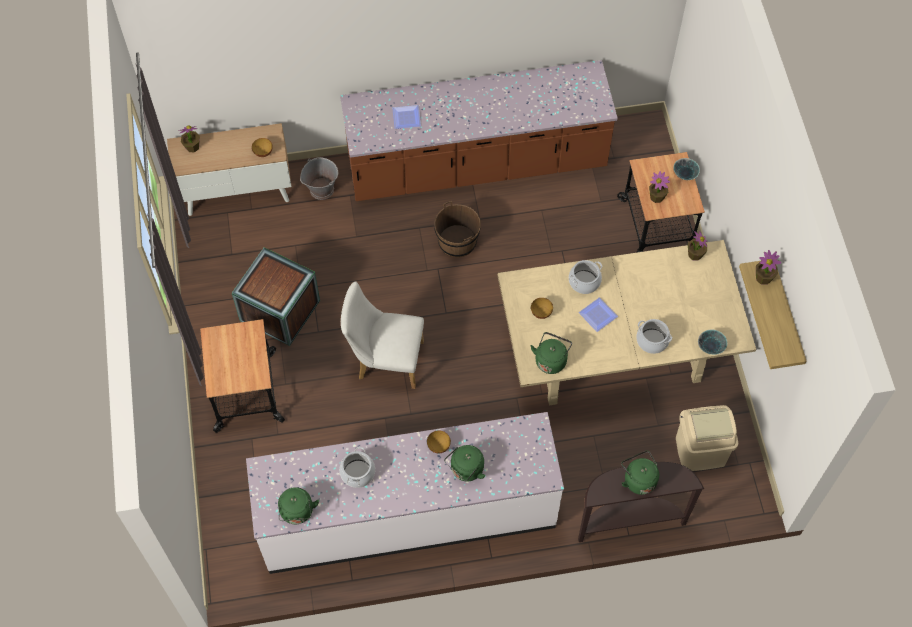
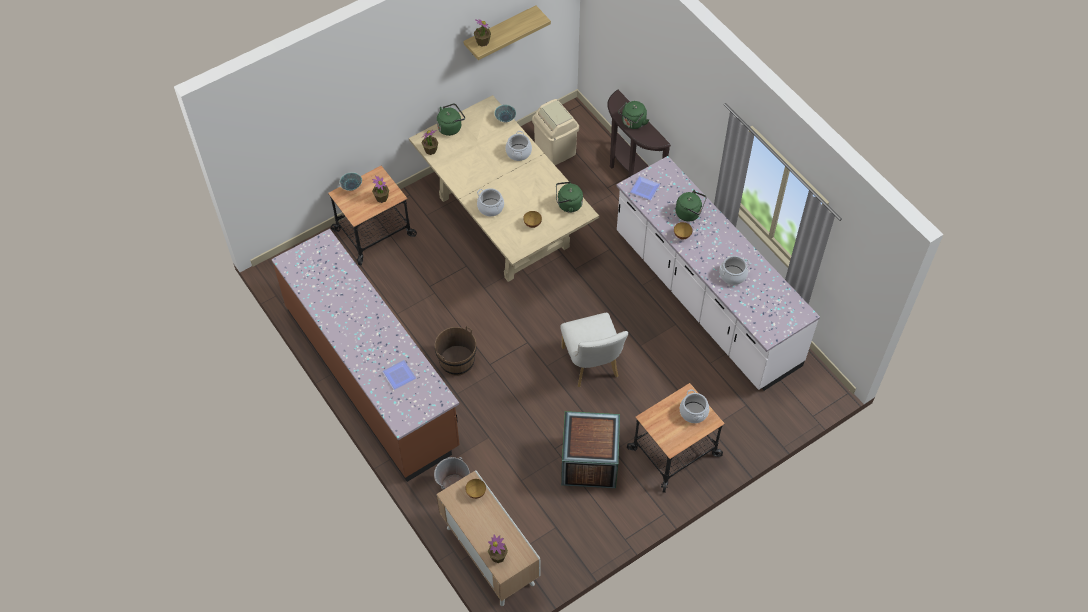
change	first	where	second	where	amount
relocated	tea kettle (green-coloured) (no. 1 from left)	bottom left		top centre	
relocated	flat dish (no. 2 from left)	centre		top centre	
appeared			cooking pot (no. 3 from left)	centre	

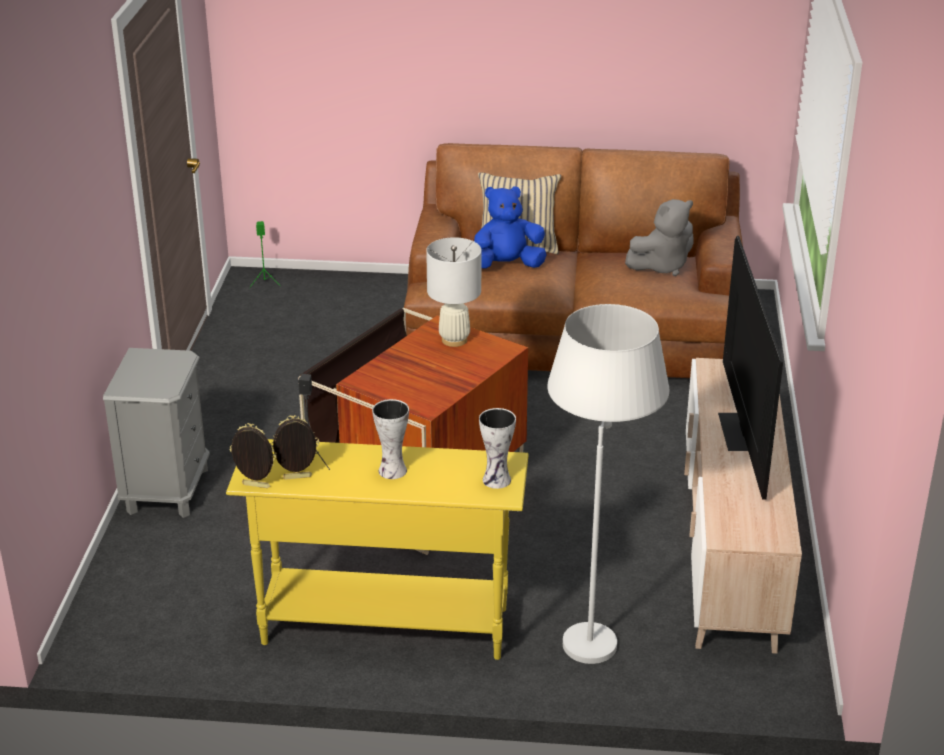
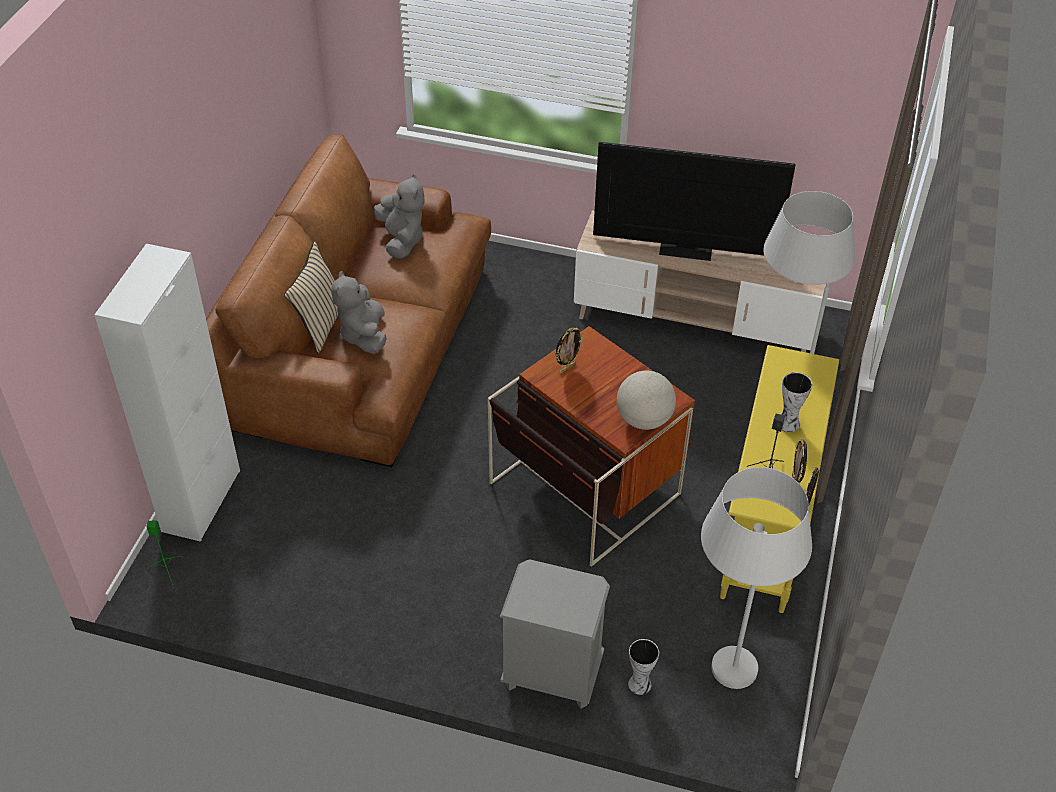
change	first	where	second	where	amount
exchanged	table lamp (white)	centre	picture frame (no. 1 from left)	centre	
colour	cuddly toy (blue)	top centre	cuddly toy (gray) (no. 1 from left)	centre	
relocated	vase (no. 2 from left in the first image)	centre	vase (no. 1 from left)	bottom centre	
appeared			storage cabinet (white)	middle left	
appeared			world globe	centre	
appeared			standard lamp (white) (no. 1 from left)	bottom right	

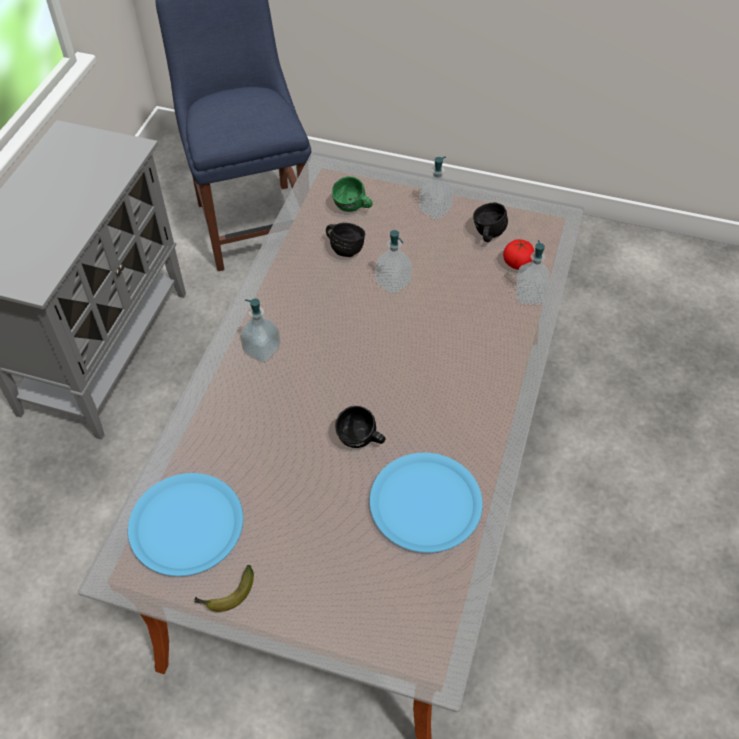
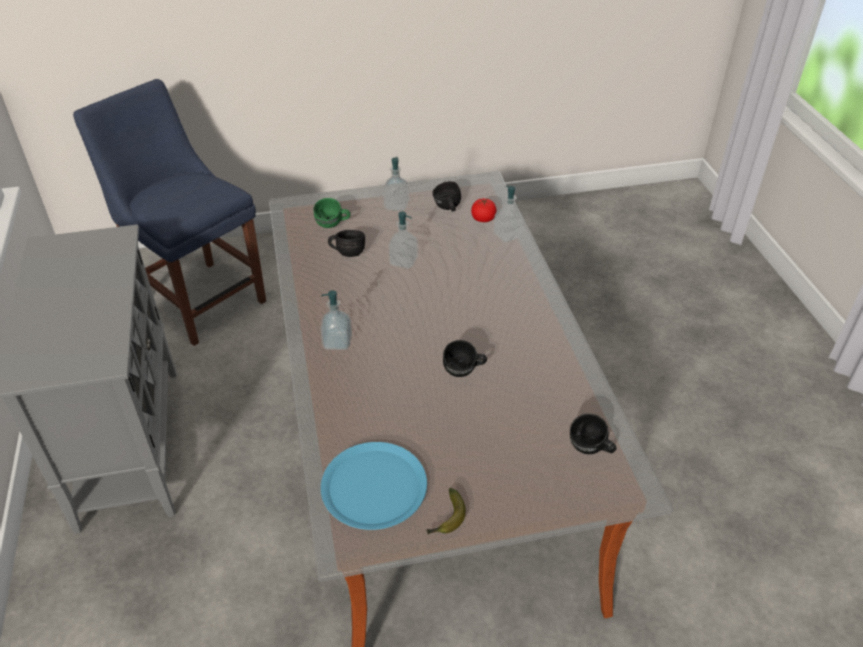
change	first	where	second	where	amount
missing	flat dish (blue) (no. 2 from left)	bottom centre			
appeared			tea mug (blackish) (no. 4 from left)	bottom right	

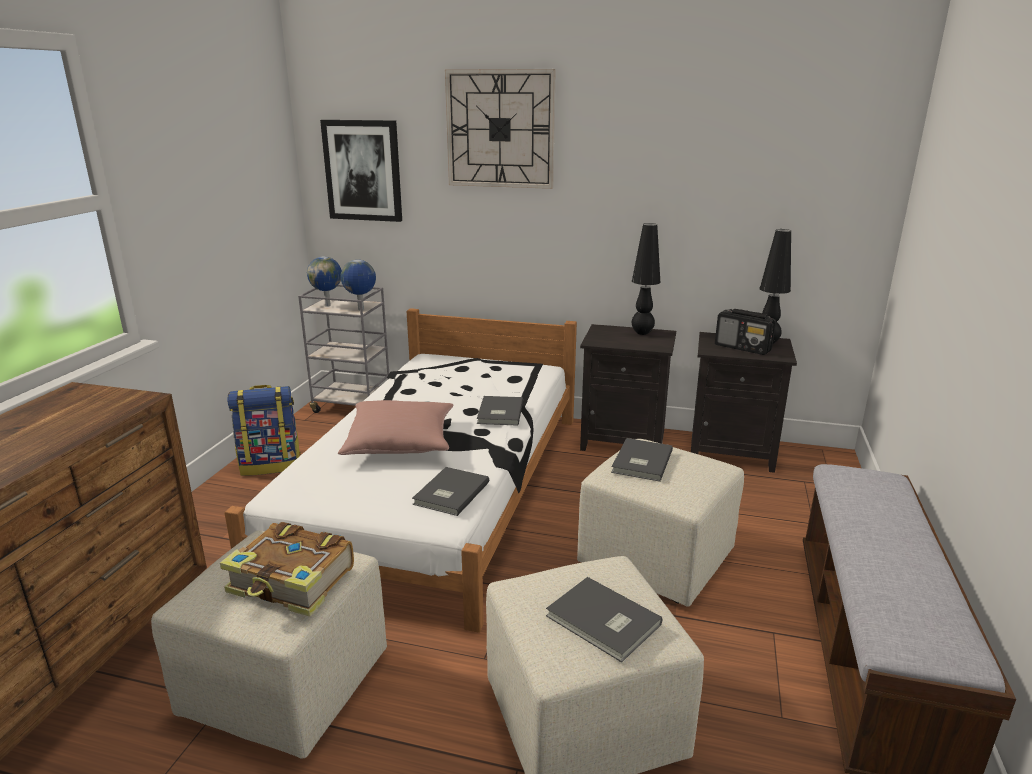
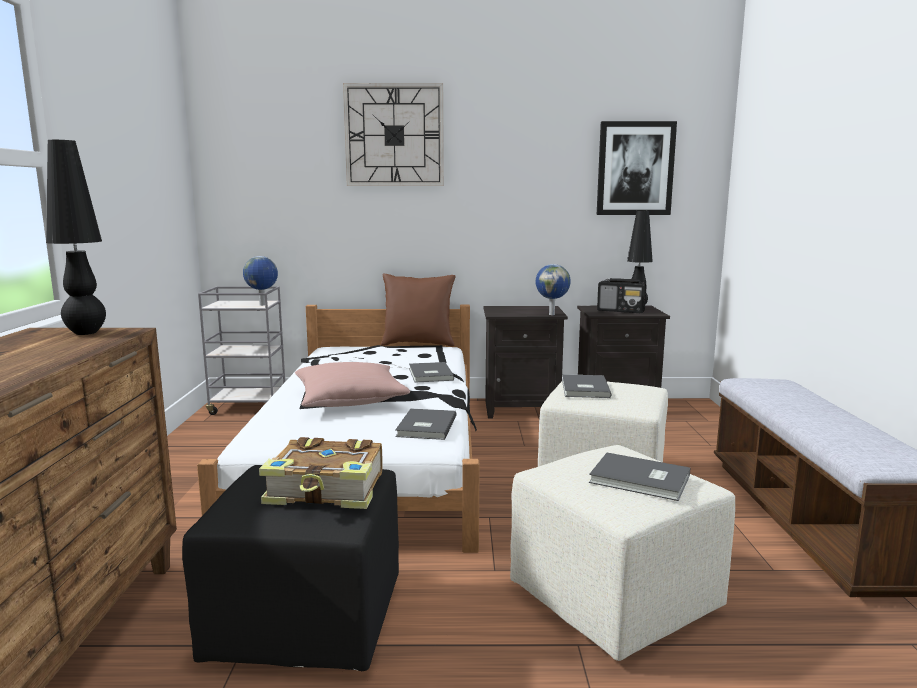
change	first	where	second	where	amount
colour	footrest (beige-coloured) (no. 1 from left)	bottom left	footrest (blackish)	bottom left	
missing	knapsack	middle left			
relocated	world globe (no. 1 from left in the first image)	middle left	world globe (no. 2 from left)	centre	
relocated	wall art	top centre		top right	
relocated	table lamp (blackish) (no. 1 from left)	centre		middle left	
appeared			pillow (brown)	centre	

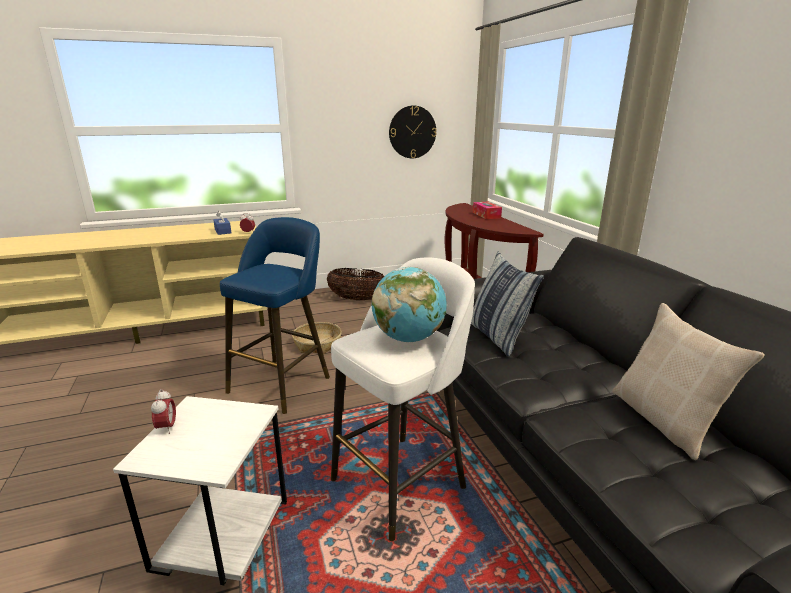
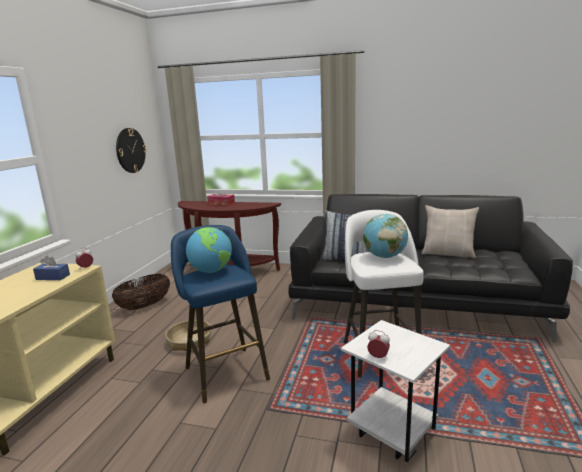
change	first	where	second	where	amount
appeared			world globe (no. 1 from left)	centre	

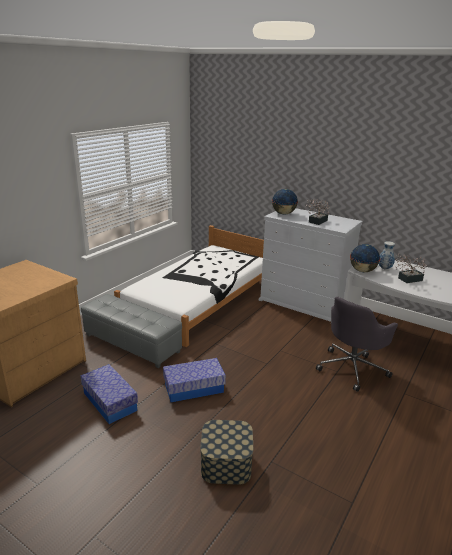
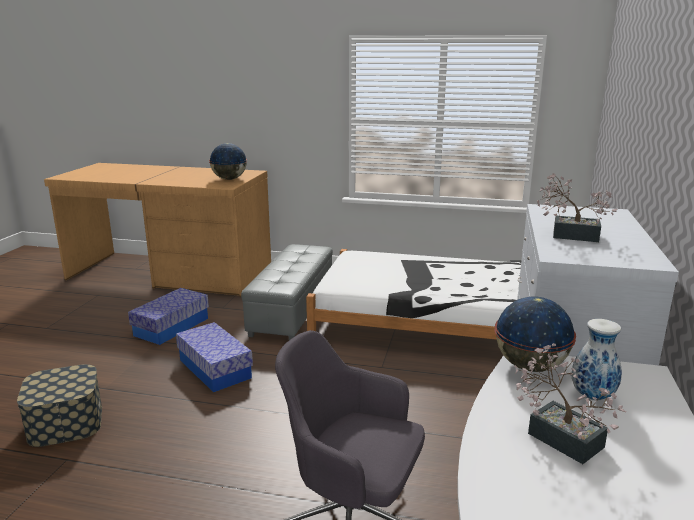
change	first	where	second	where	amount
relocated	world globe (no. 1 from left)	centre		top left	

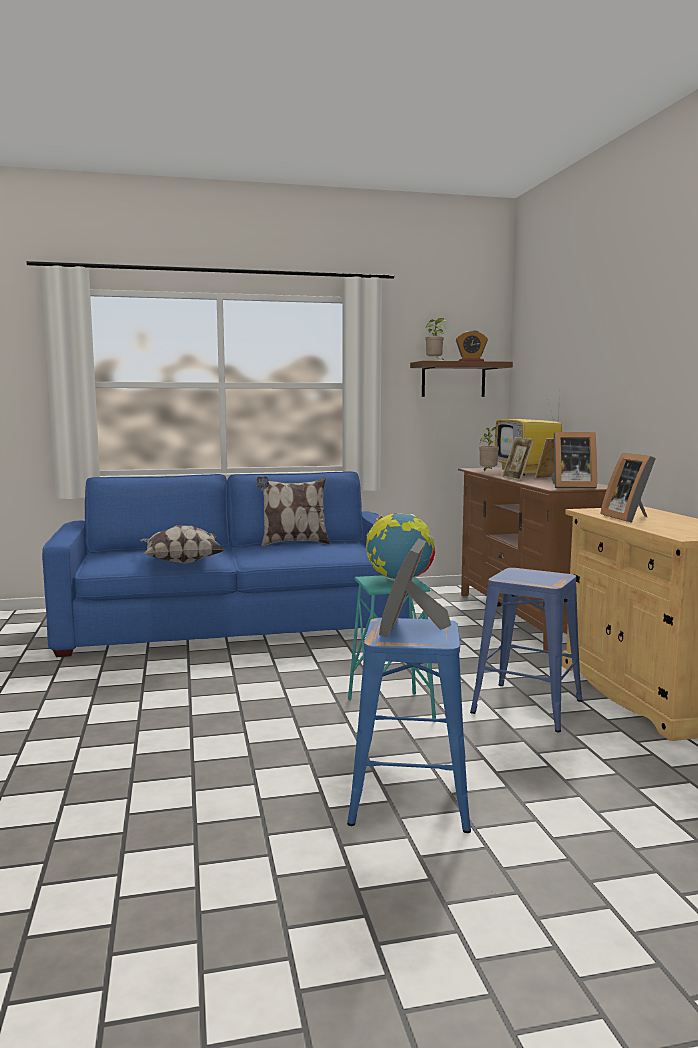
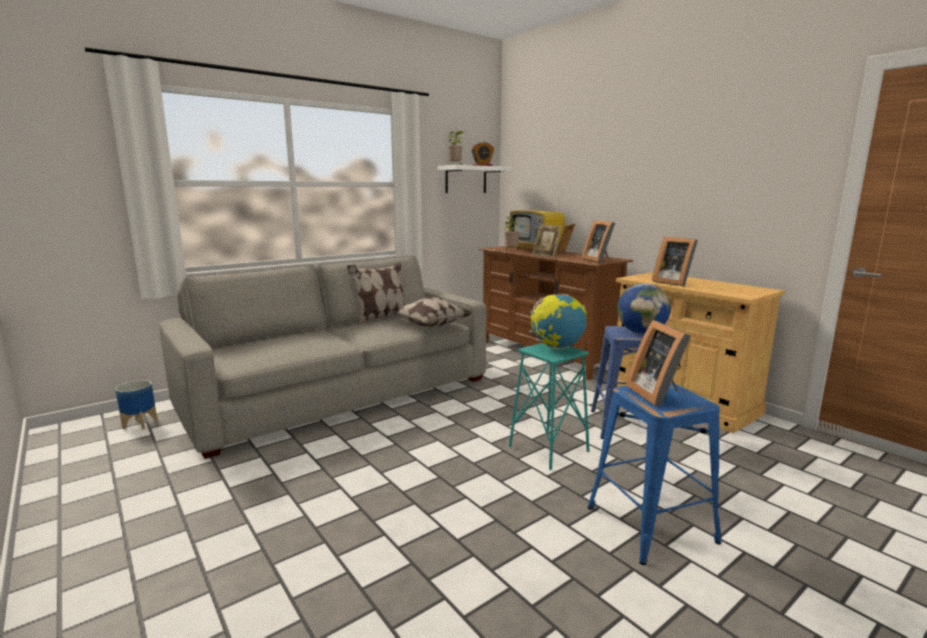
change	first	where	second	where	amount
colour	sofa (blue)	middle left	sofa (gray)	centre	
relocated	pillow (no. 1 from left in the first image)	middle left	pillow (no. 2 from left)	centre	
colour	shelf (brown)	centre	shelf (white)	top centre	
spun	picture frame (no. 4 from left in the first image)	middle right	picture frame (no. 3 from left)	centre	90 degrees clockwise
appeared			planter	middle left	
appeared			world globe (no. 2 from left)	middle right	

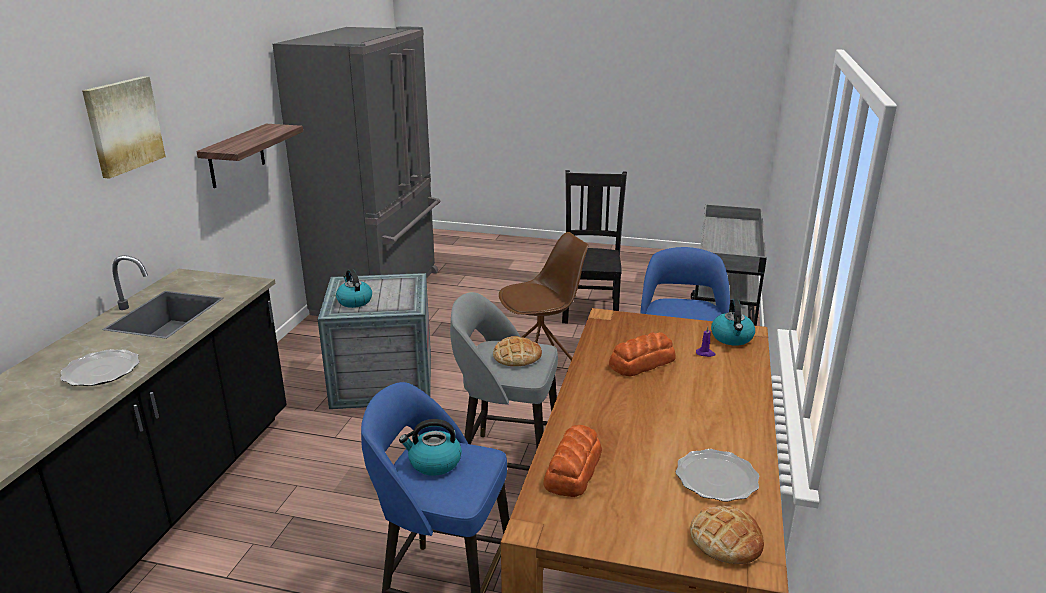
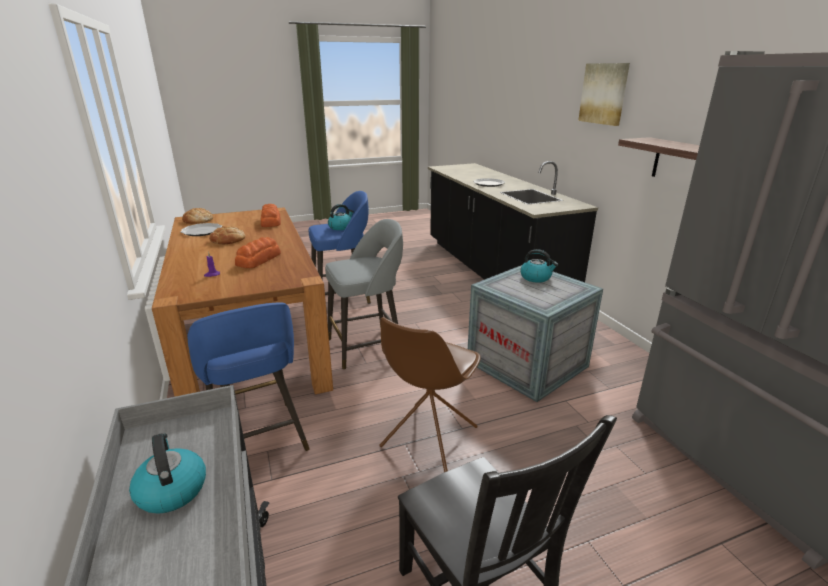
change	first	where	second	where	amount
relocated	bakery bread (no. 1 from left in the first image)	centre	bakery bread (no. 2 from left)	middle left	
relocated	tea kettle (no. 3 from left in the first image)	middle right	tea kettle (no. 1 from left)	bottom left	

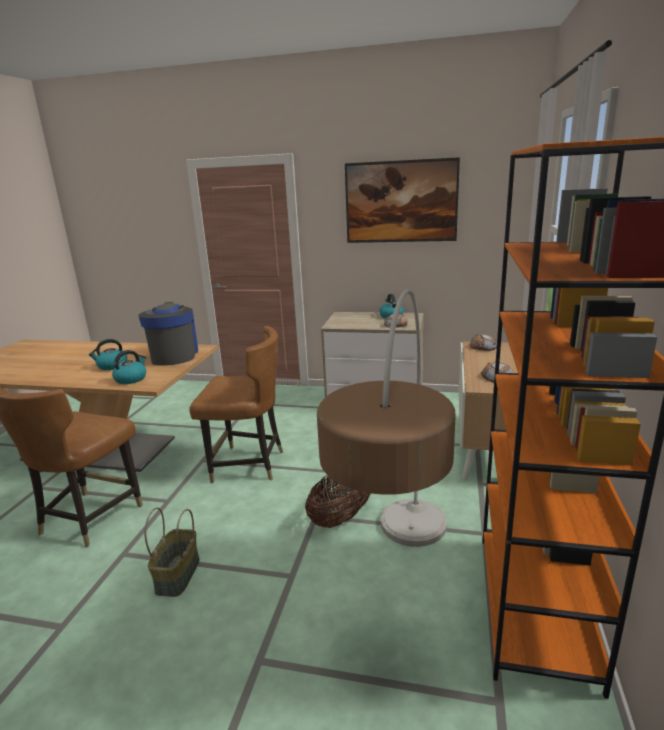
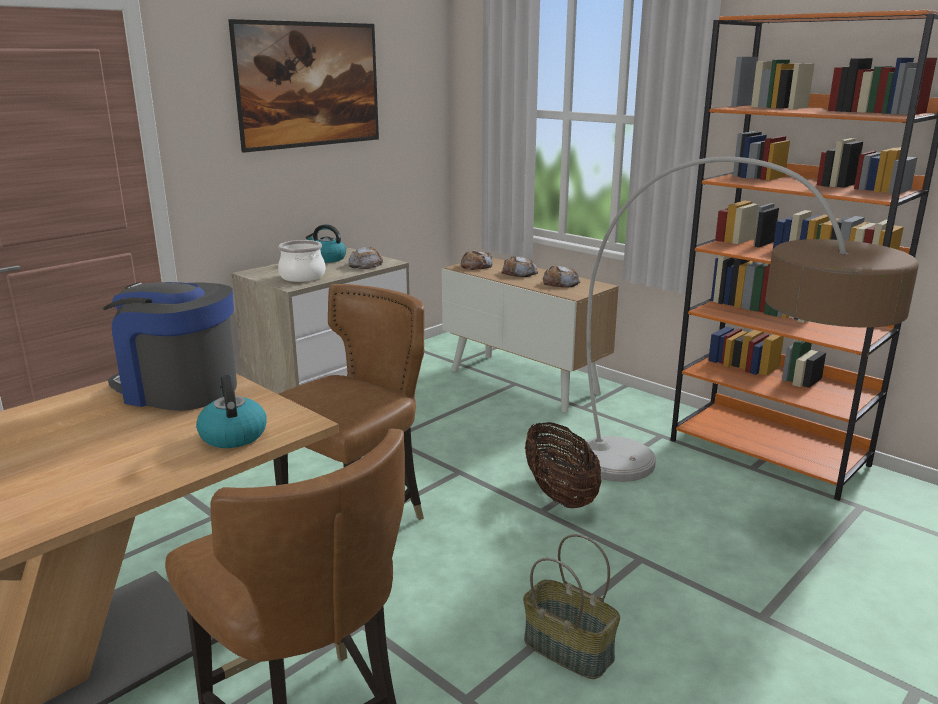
change	first	where	second	where	amount
missing	tea kettle (no. 1 from left)	middle left			
appeared			cooking pot	middle left	
appeared			bakery bread (no. 3 from left)	centre	

